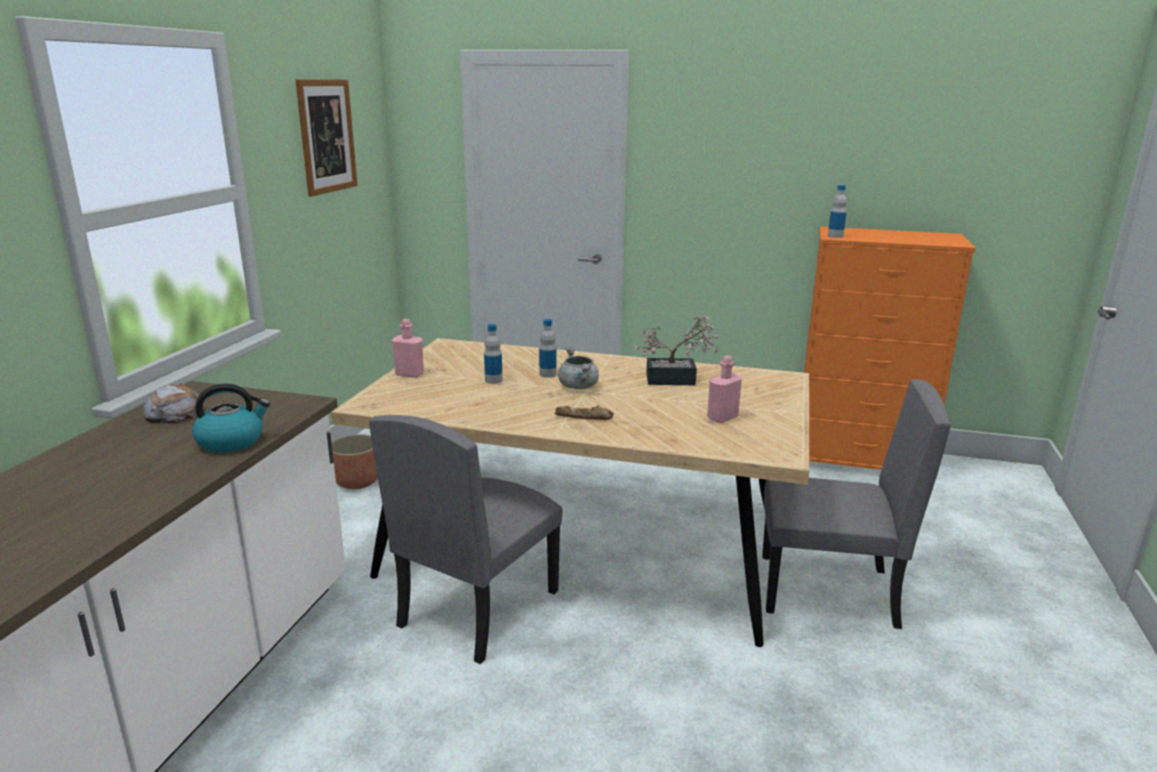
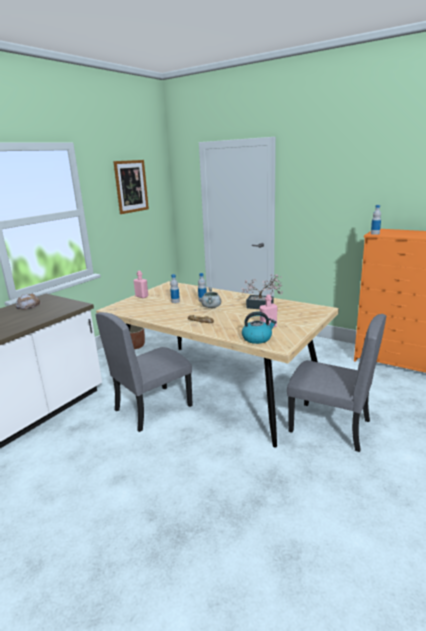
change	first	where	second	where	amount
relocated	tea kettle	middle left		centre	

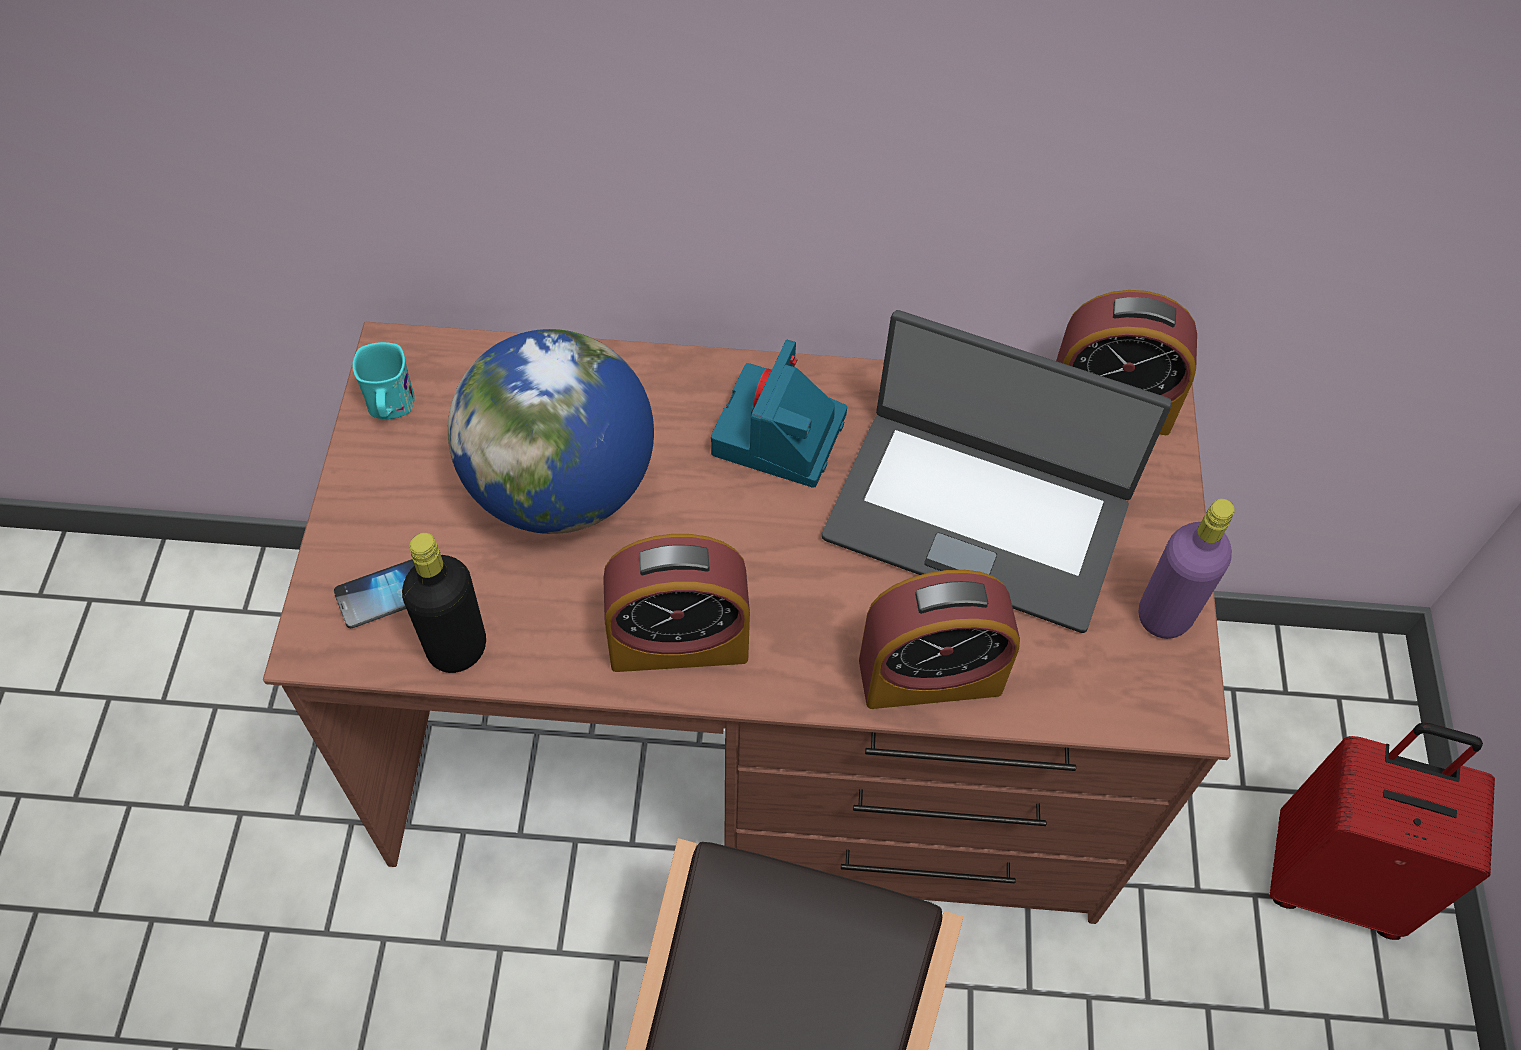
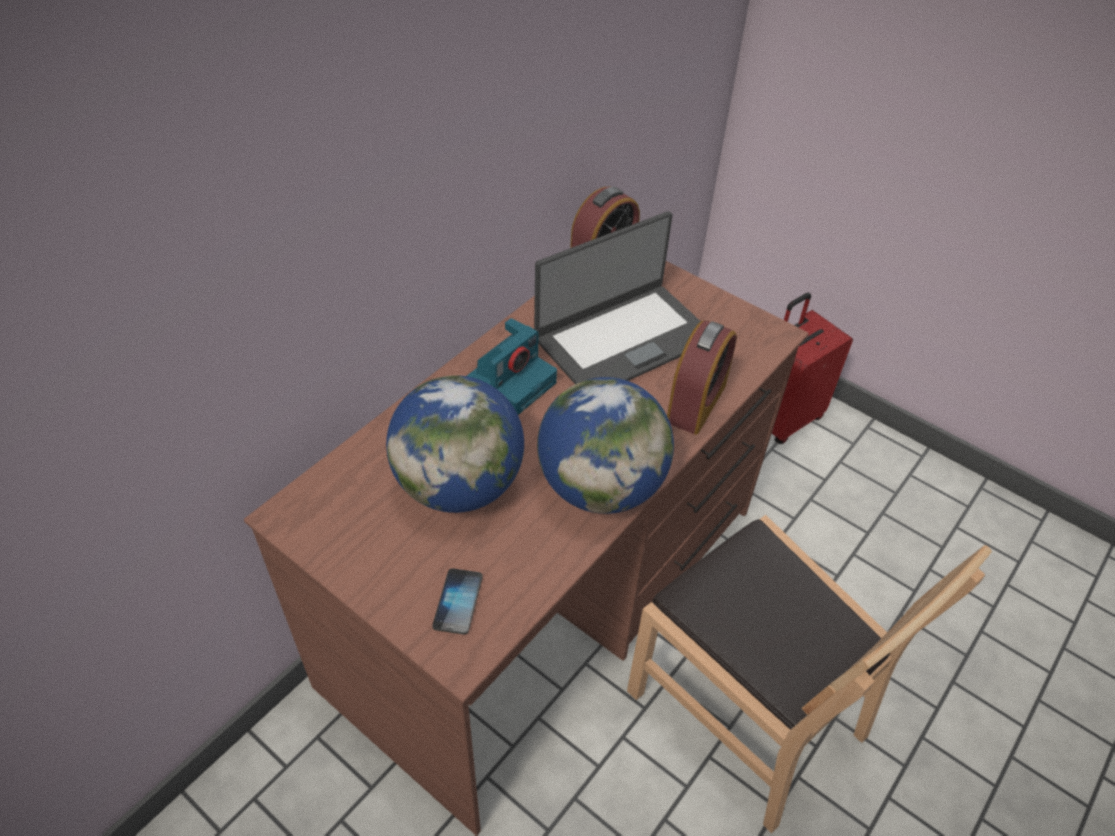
change	first	where	second	where	amount
missing	tea mug (turquoise)	middle left			
missing	bottle (blackish)	middle left			
exchanged	table clock (no. 1 from left)	centre	world globe (no. 2 from left)	centre	
spun	still camera	centre		centre	105 degrees counterclockwise
missing	bottle (purplish)	middle right			

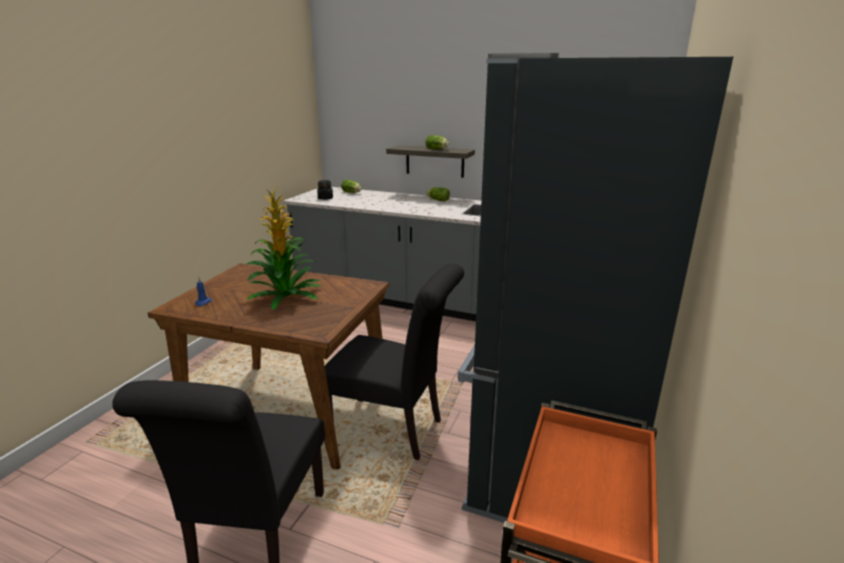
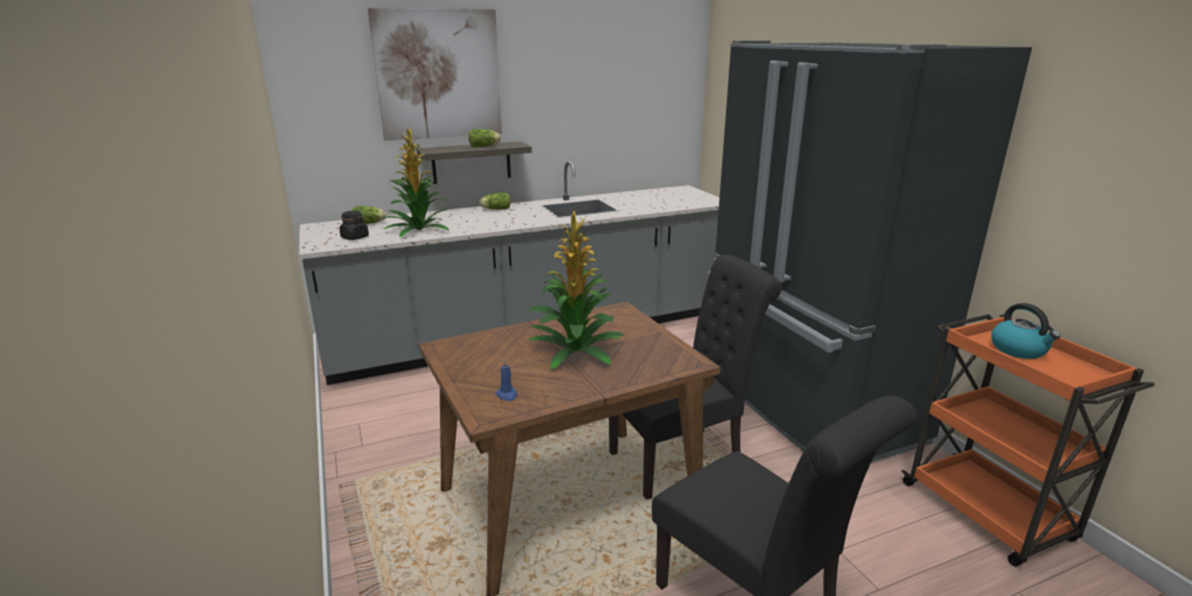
change	first	where	second	where	amount
appeared			wall art	top centre	
appeared			houseplant (no. 1 from left)	top centre	
appeared			tea kettle	middle right	

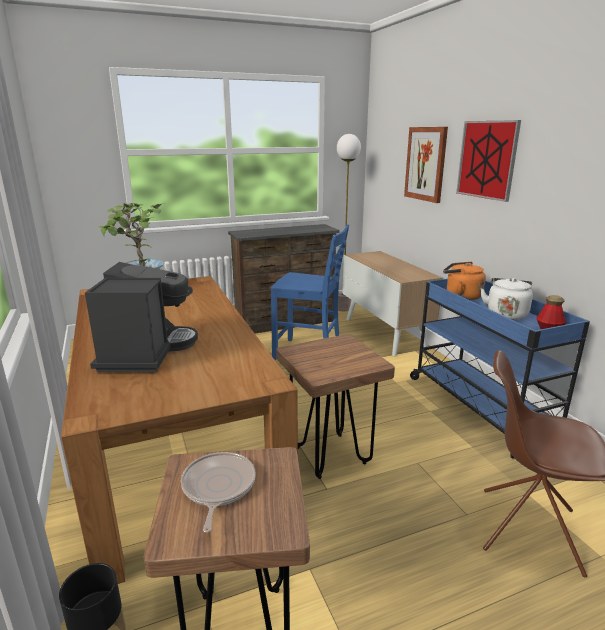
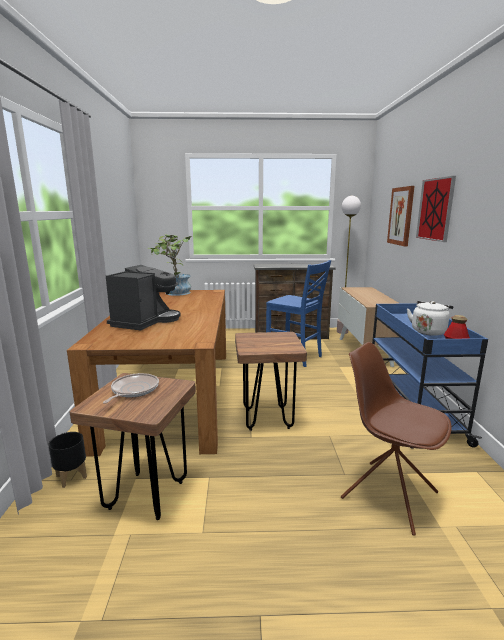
change	first	where	second	where	amount
missing	tea kettle (orange)	middle right			

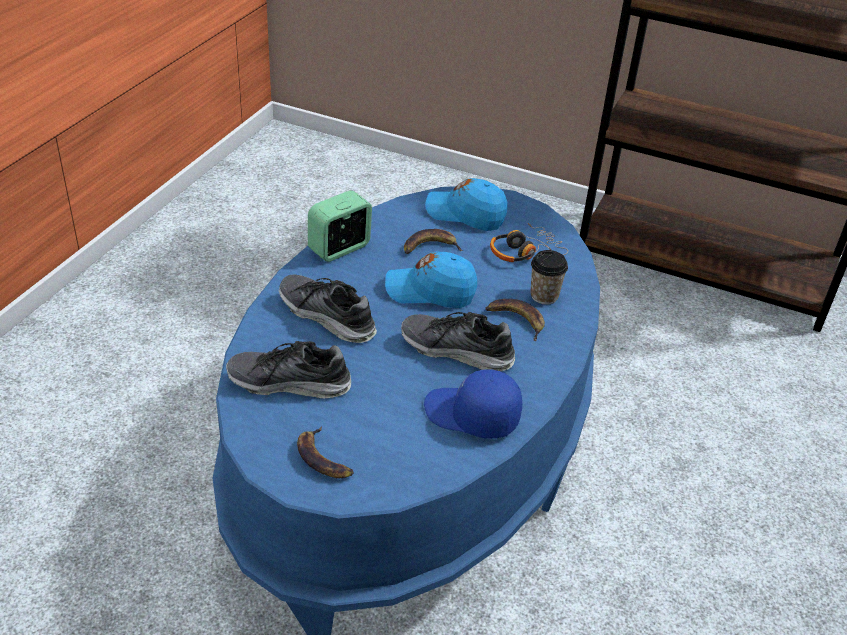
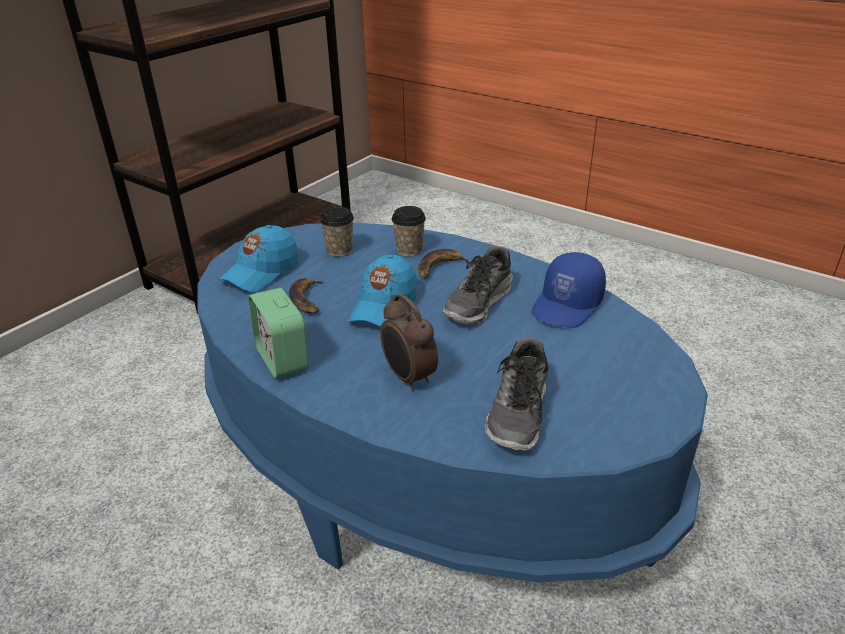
change	first	where	second	where	amount
exchanged	item of footwear (no. 2 from left)	centre	table clock (no. 2 from left)	centre	
missing	banana fruit (no. 1 from left)	bottom centre			
exchanged	headphones	centre	drinking cup (no. 1 from left)	centre	

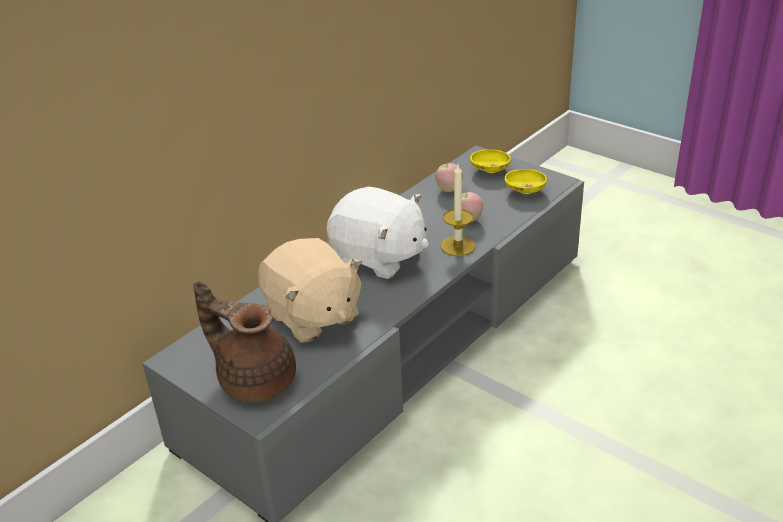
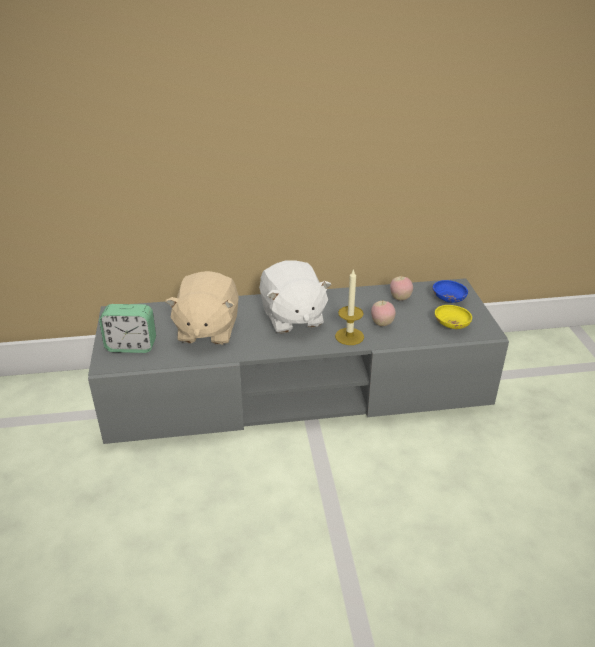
change	first	where	second	where	amount
exchanged	tea pot (brown)	middle left	table clock	middle left	
colour	serving bowl (yellow-coloured) (no. 1 from left)	top centre	serving bowl (blue)	middle right	

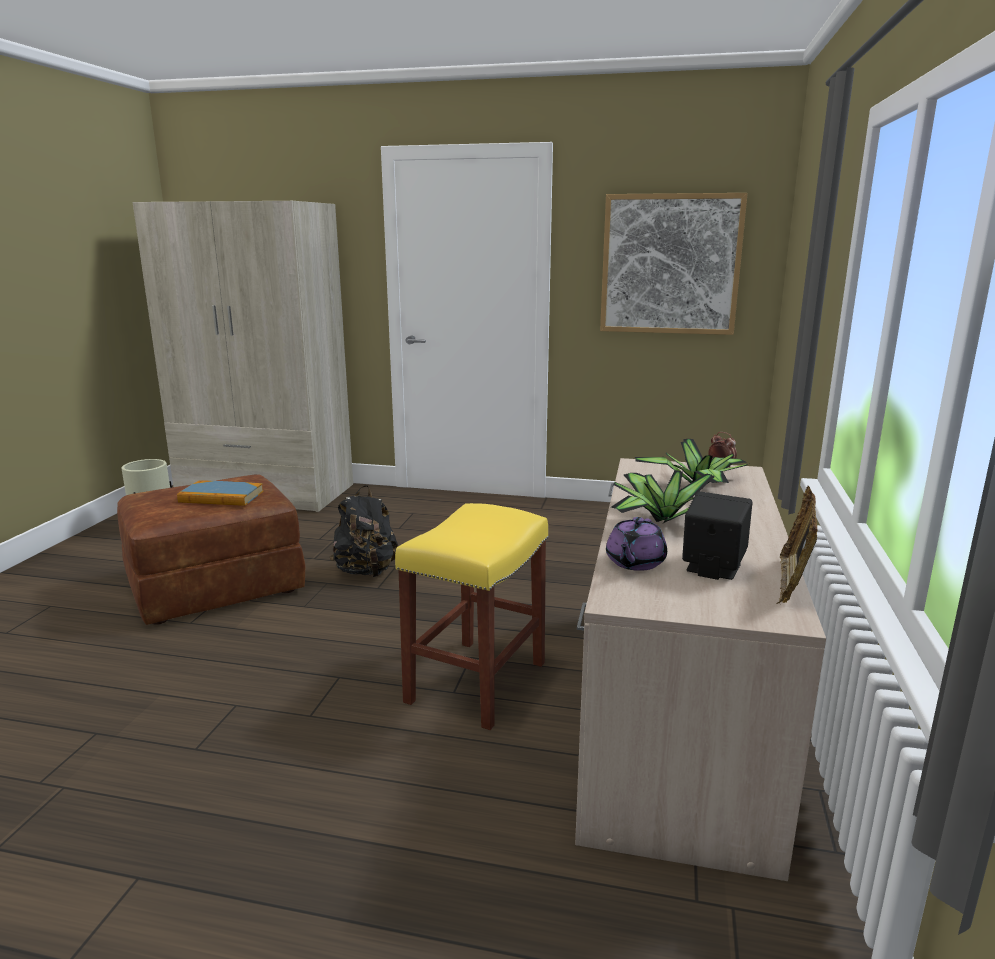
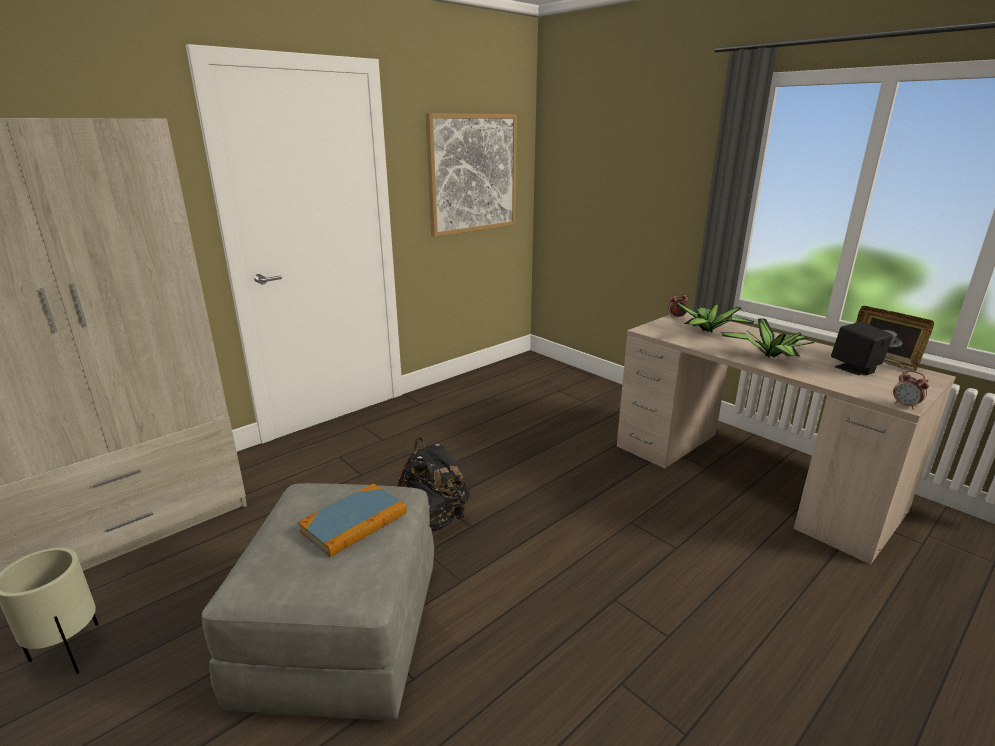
change	first	where	second	where	amount
colour	footrest (brown)	middle left	footrest (gray)	bottom left	
missing	stool seat (yellow-coloured)	centre			
missing	tea pot (purplish)	centre			
appeared			table clock (no. 2 from left)	middle right	

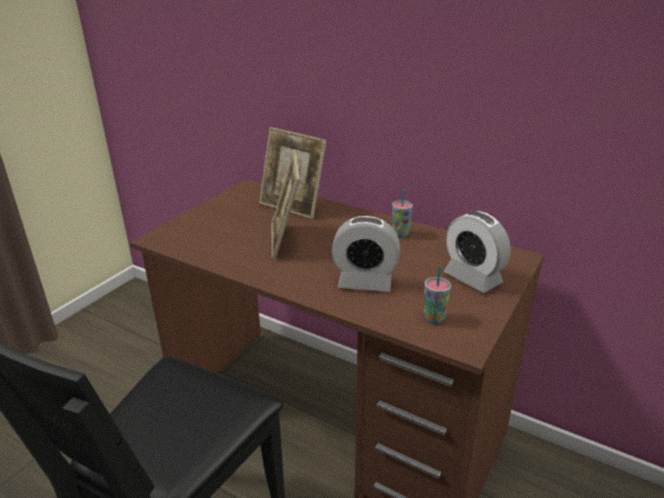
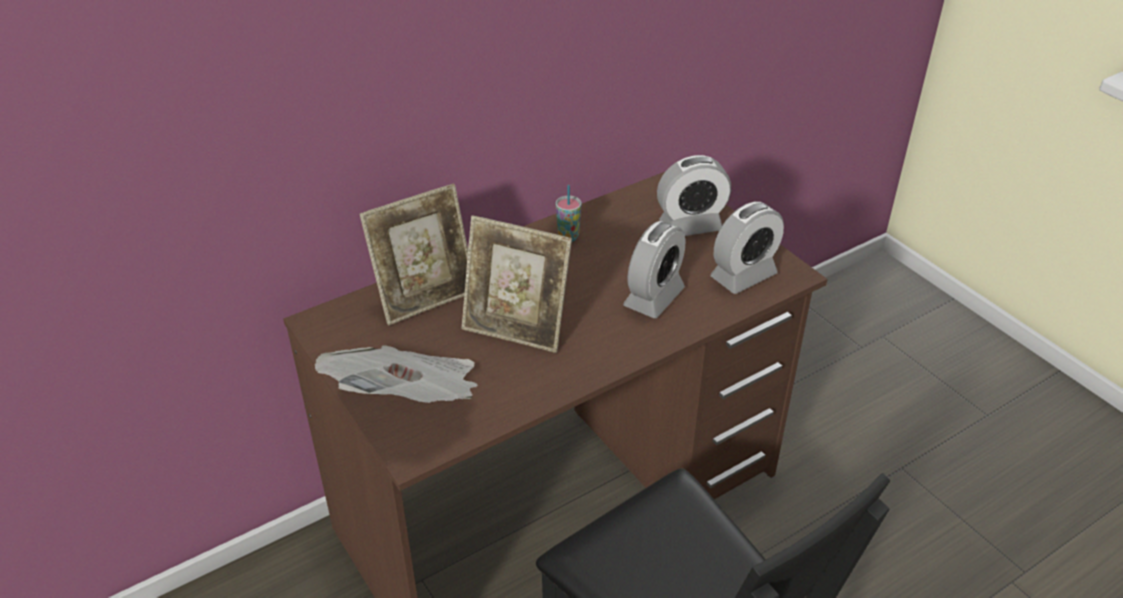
change	first	where	second	where	amount
exchanged	drinking cup (no. 2 from left)	centre	table clock (no. 3 from left)	centre	
appeared			newspaper	centre	

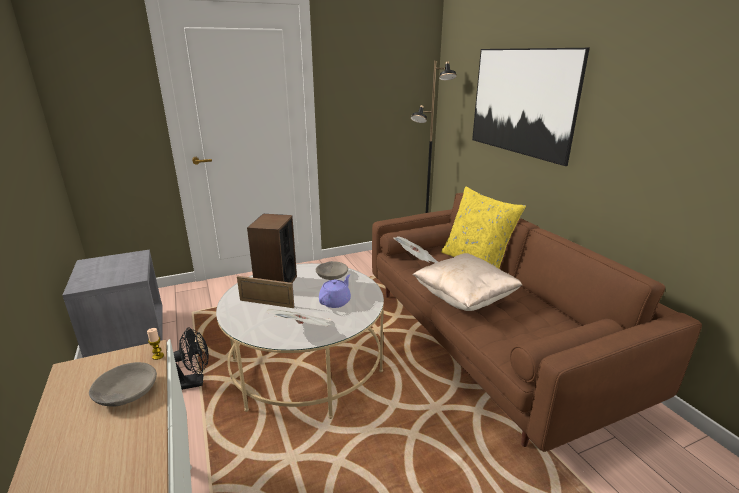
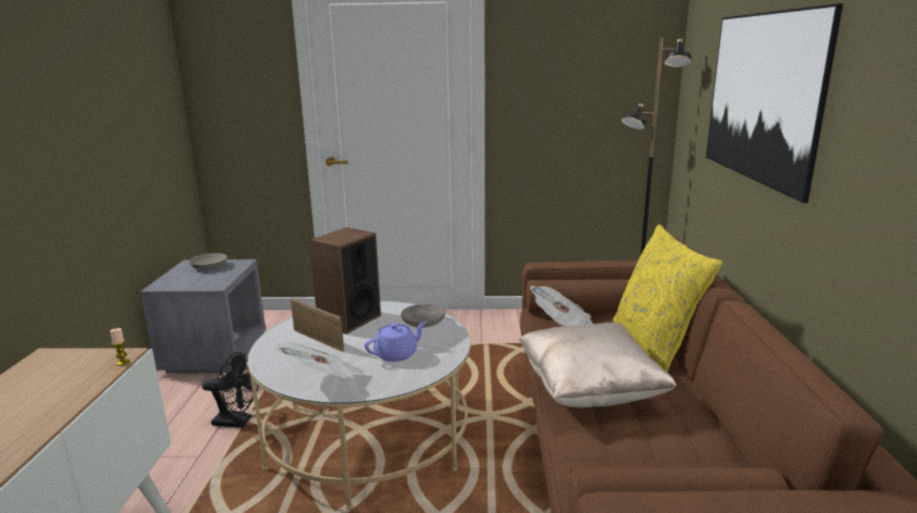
change	first	where	second	where	amount
relocated	serving bowl (gray) (no. 1 from left)	bottom left		middle left	

